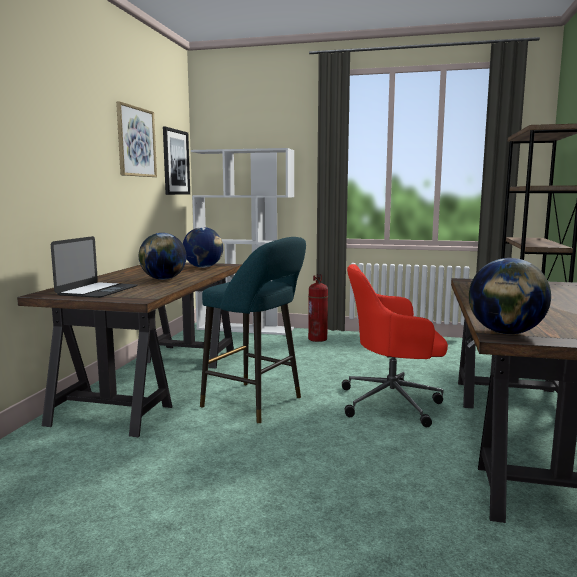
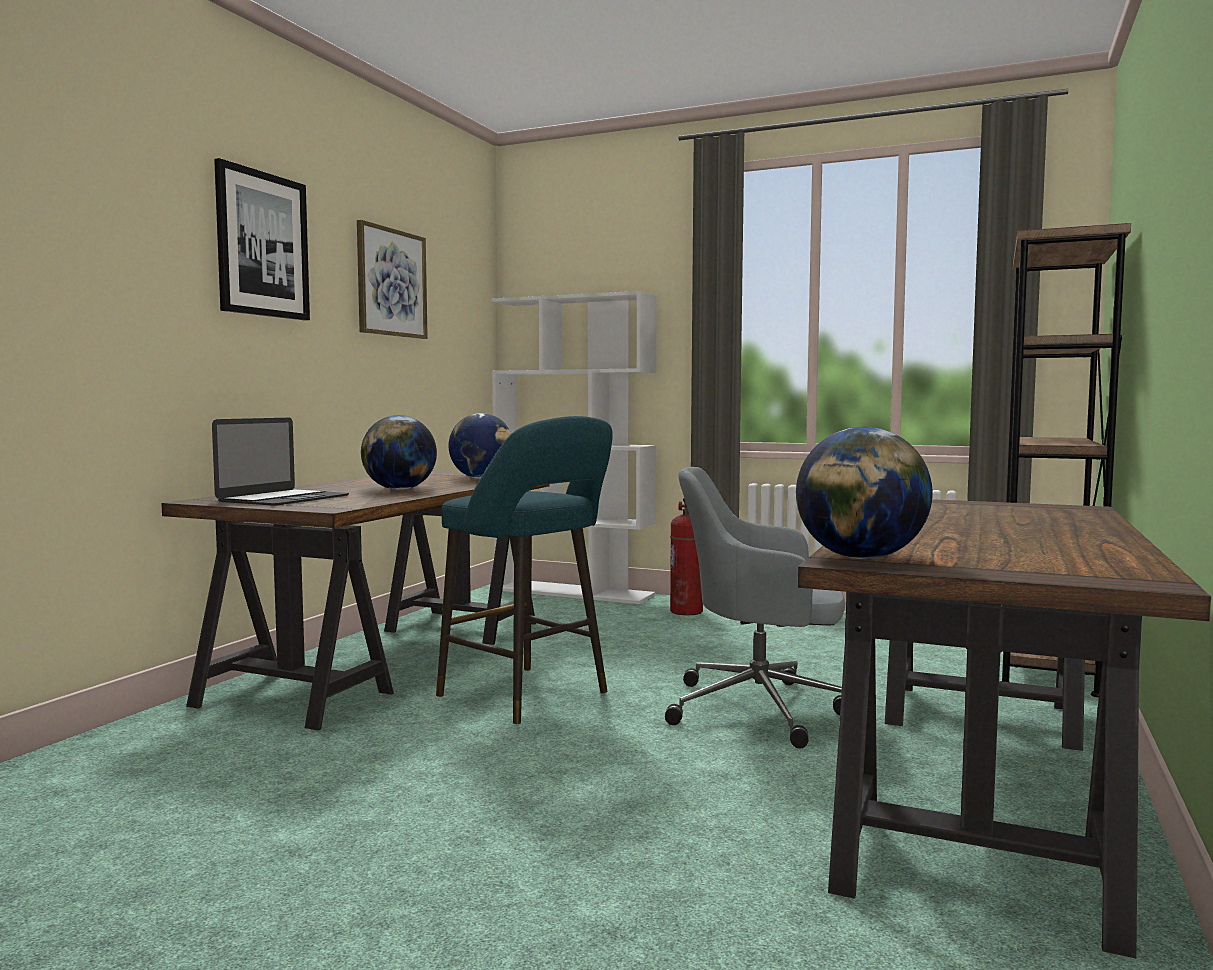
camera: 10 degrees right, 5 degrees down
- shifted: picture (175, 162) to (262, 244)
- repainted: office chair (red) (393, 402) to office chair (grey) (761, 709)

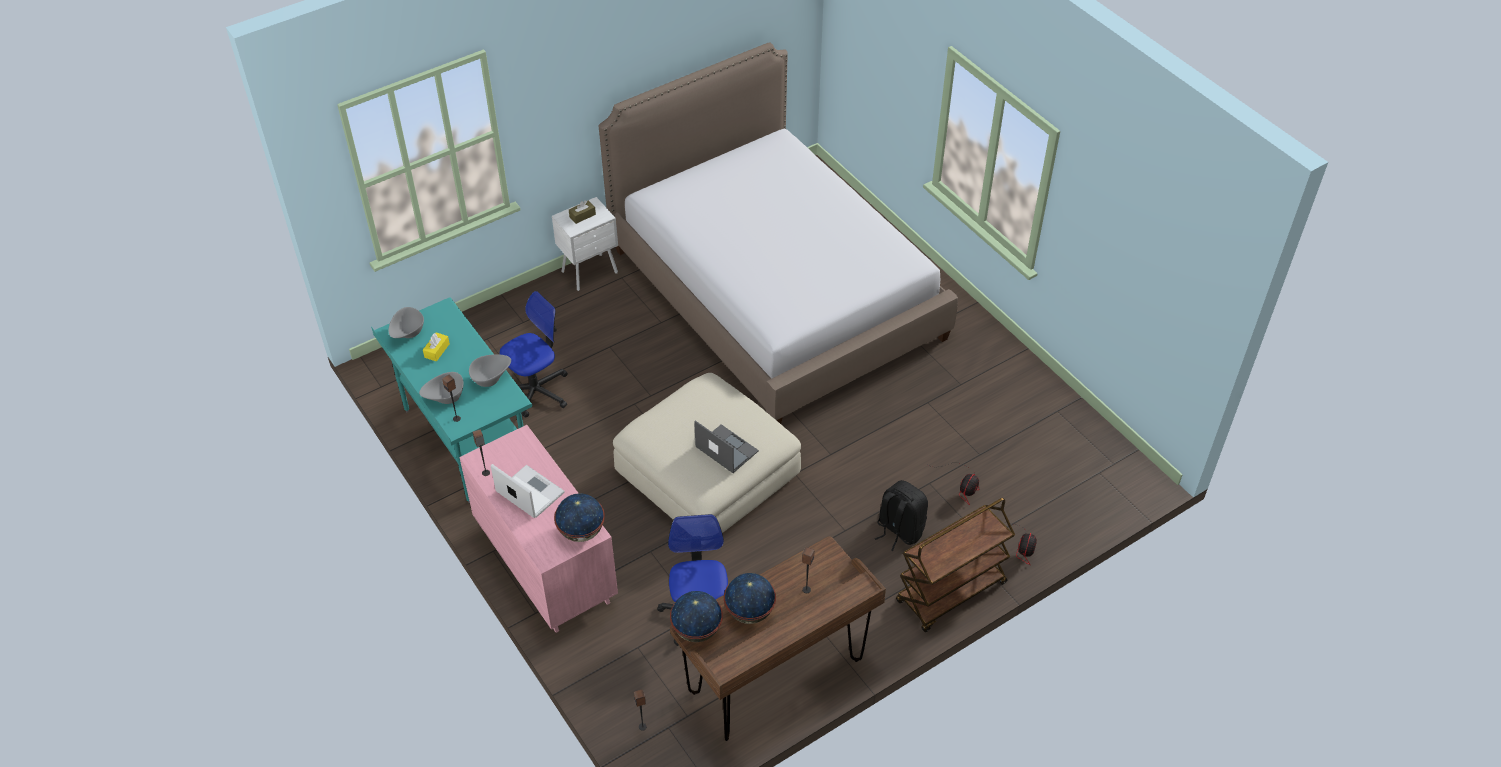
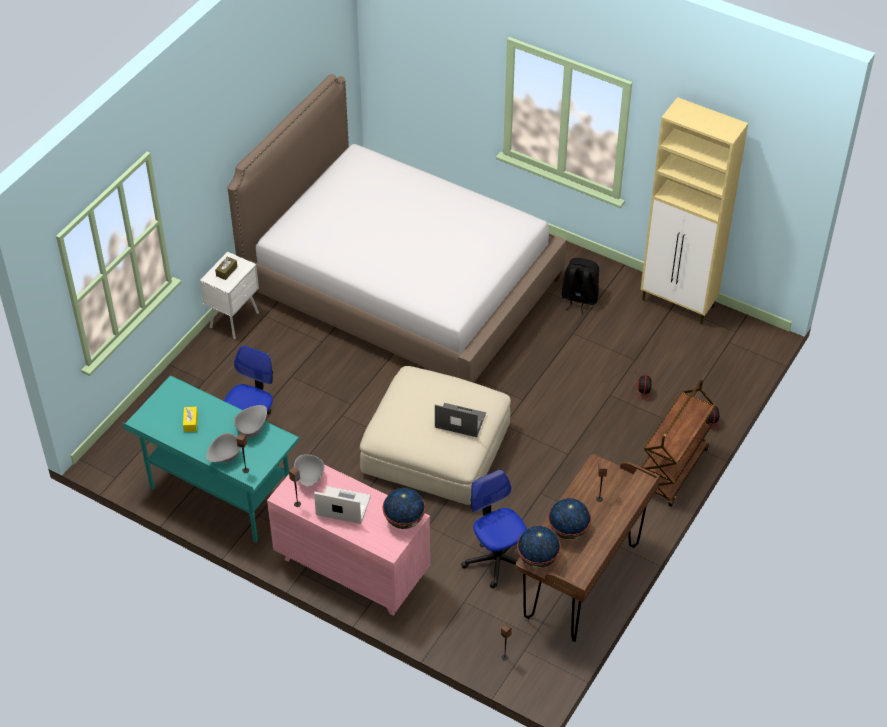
camera: 25 degrees left, 0 degrees up
- shifted: bowl (grey) (408, 334) to (309, 479)
- shifted: backpack (black) (899, 530) to (579, 299)
- new: cabinet (beige) (678, 304)

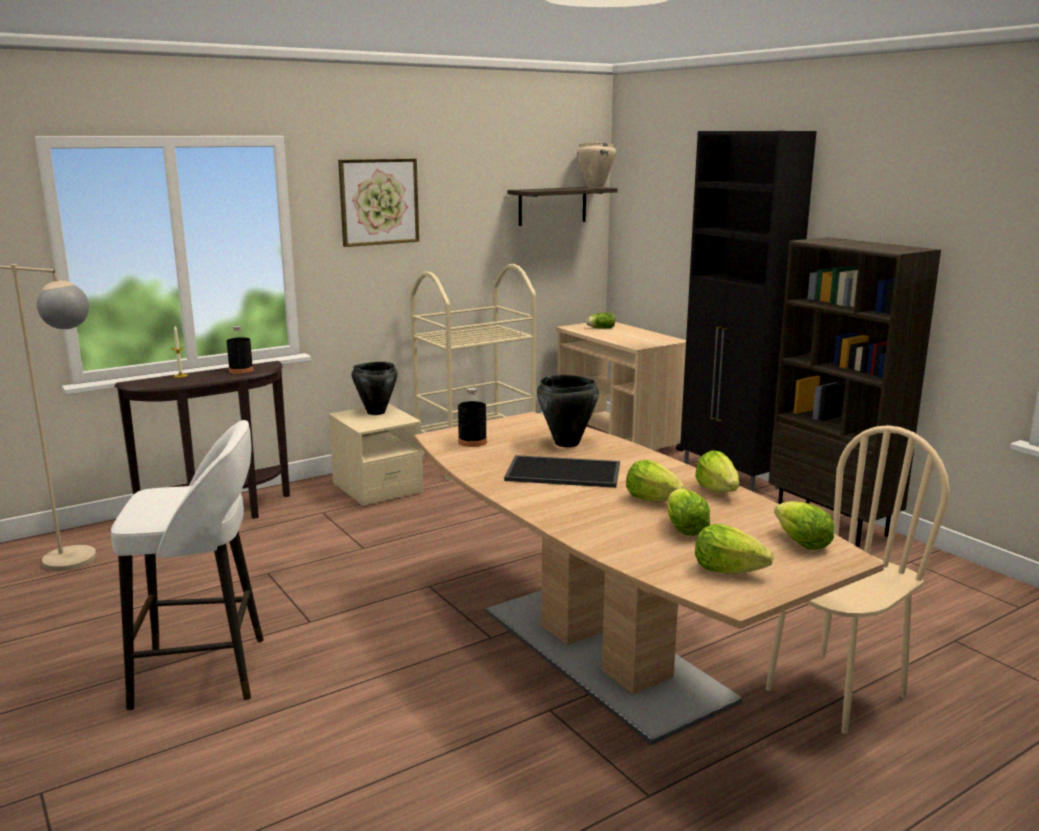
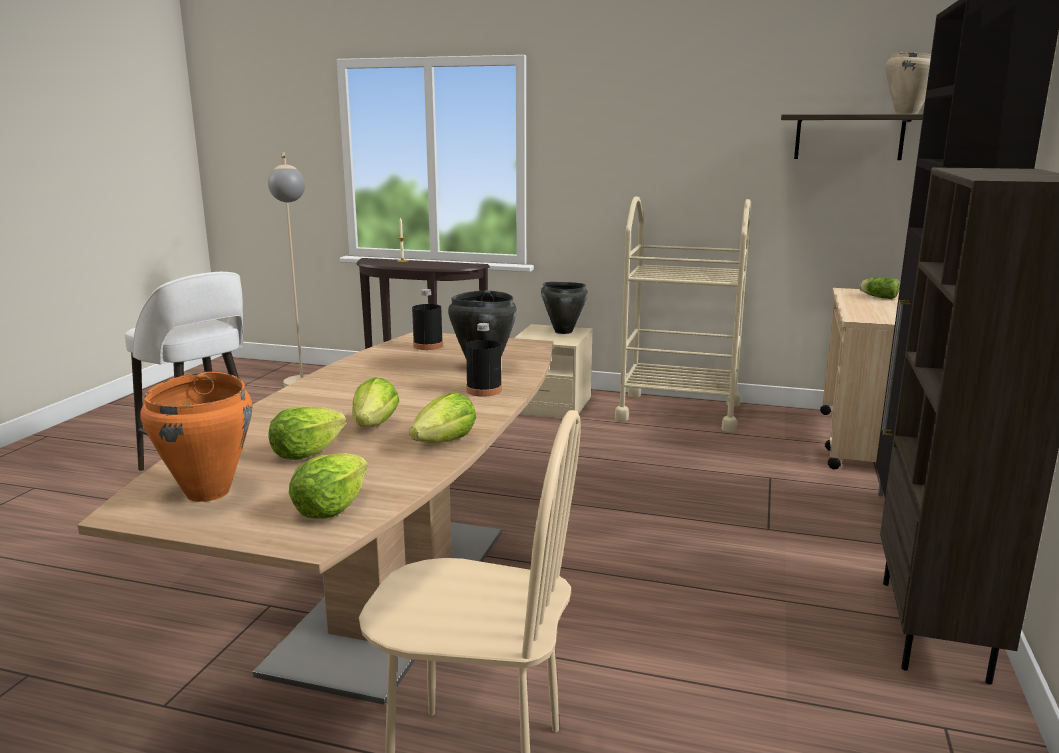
camera: 50 degrees right, 0 degrees up
- swapped: lettuce (727, 570) to cooking pot (orange) (209, 492)
- shifted: bottle (black) (241, 370) to (484, 390)
- gone: picture (379, 202)
- gone: tray (564, 472)

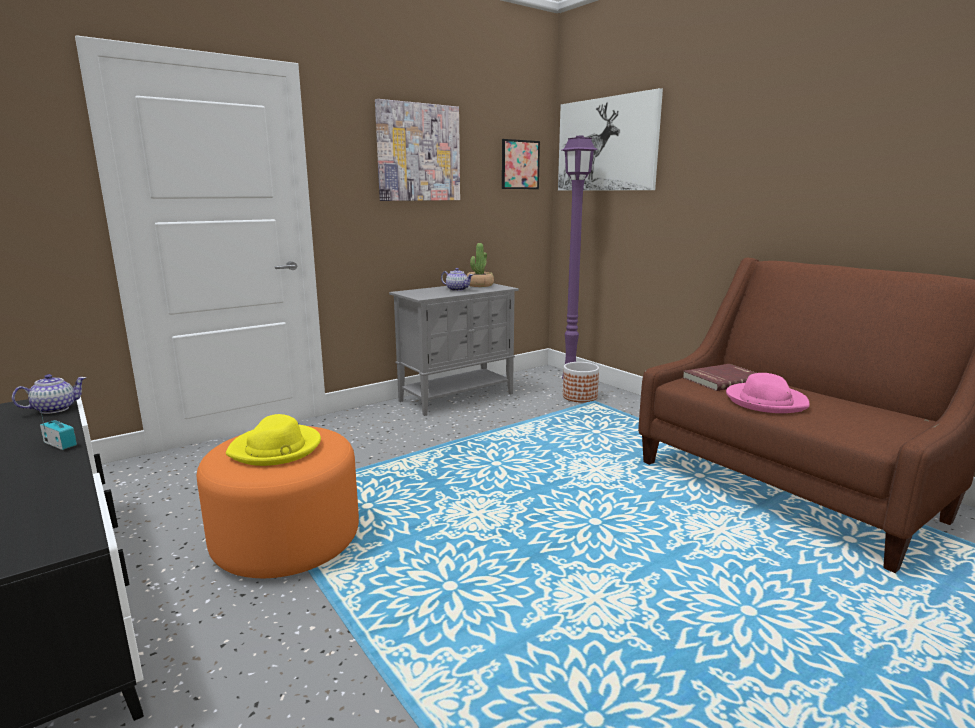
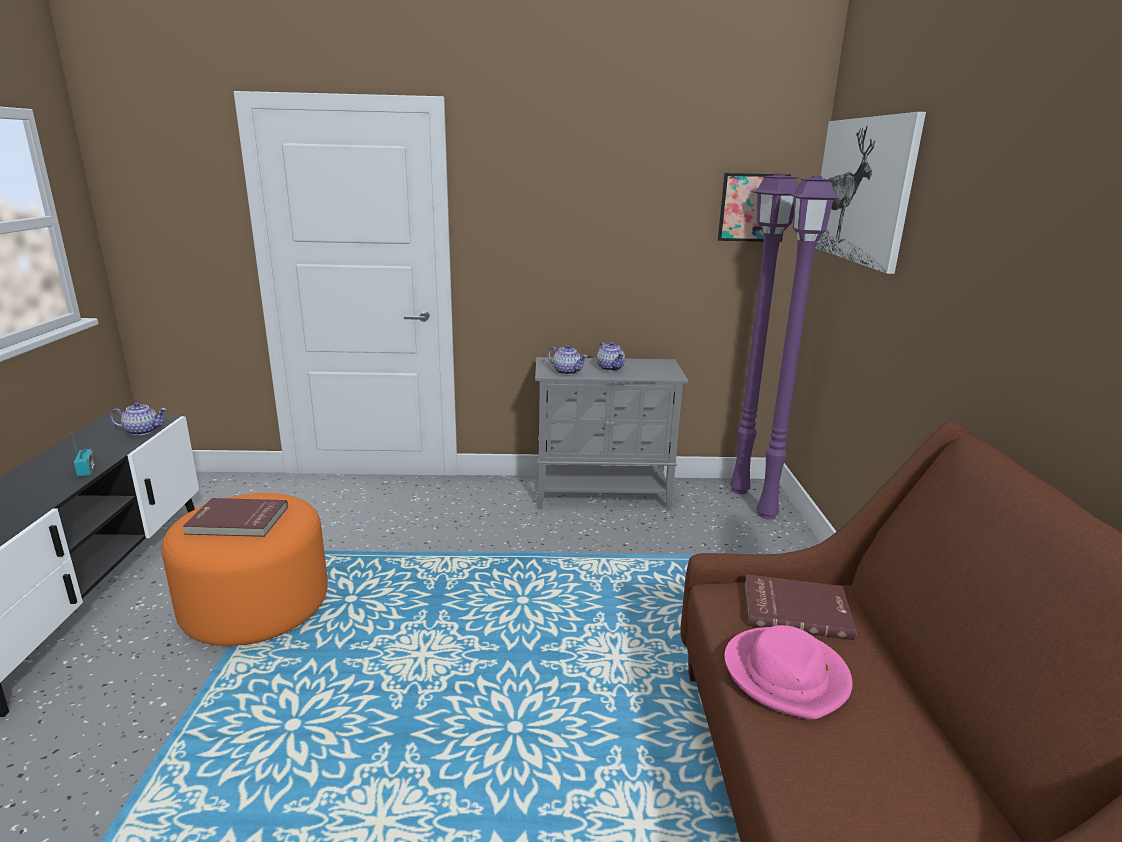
camera: 35 degrees right, 5 degrees up
- swapped: hat (yellow) (276, 449) to book (red) (237, 521)
- new: teapot (567, 372)
- new: floor lamp (purple) (741, 490)
- gone: picture (418, 152)
- gone: potted plant (479, 285)
- gone: planter (580, 397)

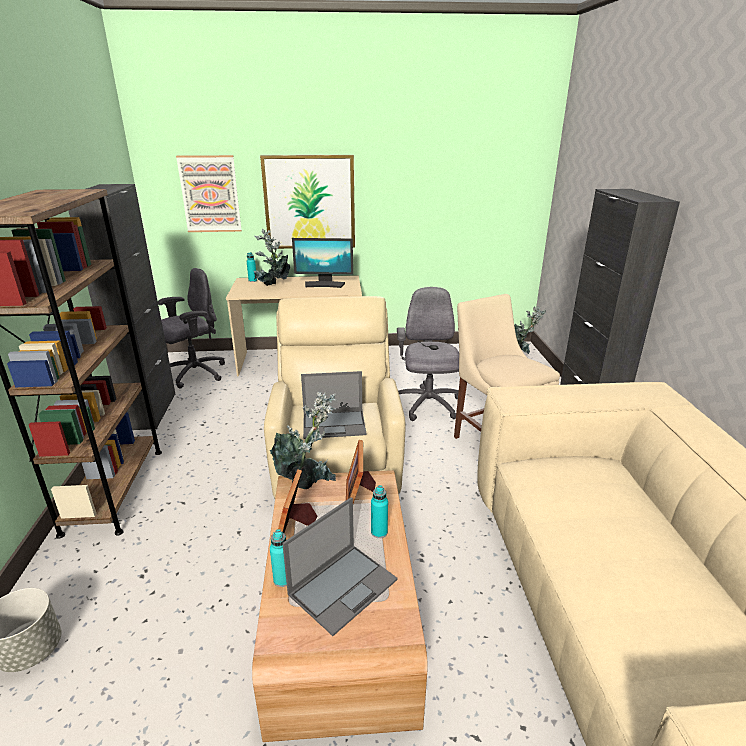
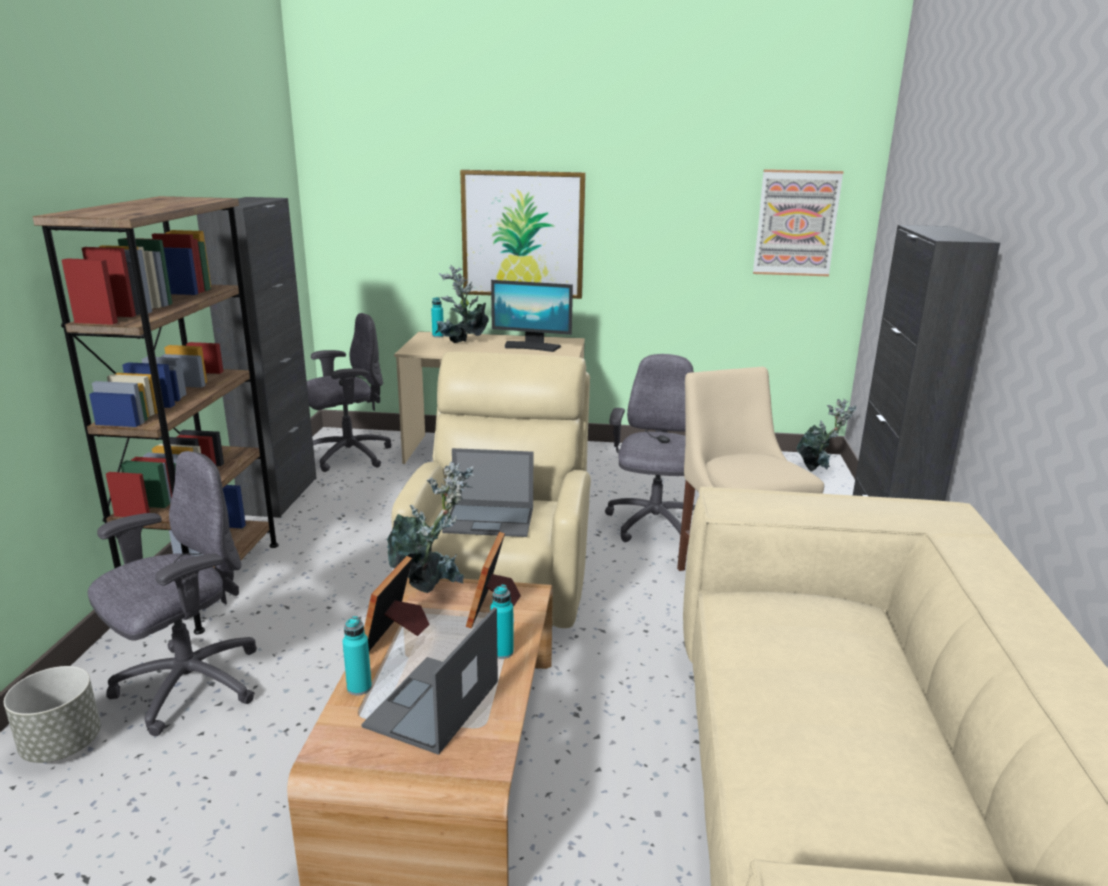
camera: 10 degrees right, 5 degrees down
- new: office chair (grey) (187, 686)
- rotated: laptop (343, 586) = (432, 705) 150 degrees clockwise
- shifted: picture (210, 194) to (796, 223)

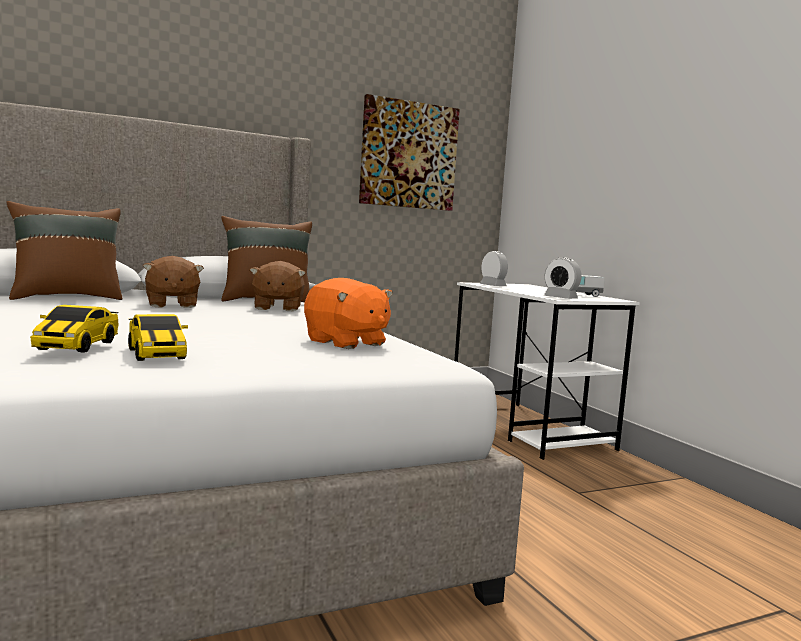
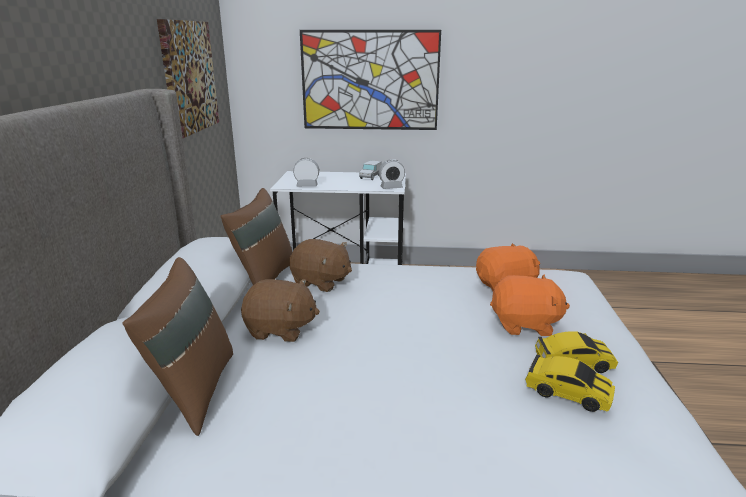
camera: 60 degrees left, 15 degrees up
- new: picture (370, 81)
- new: plush toy (orange) (525, 325)

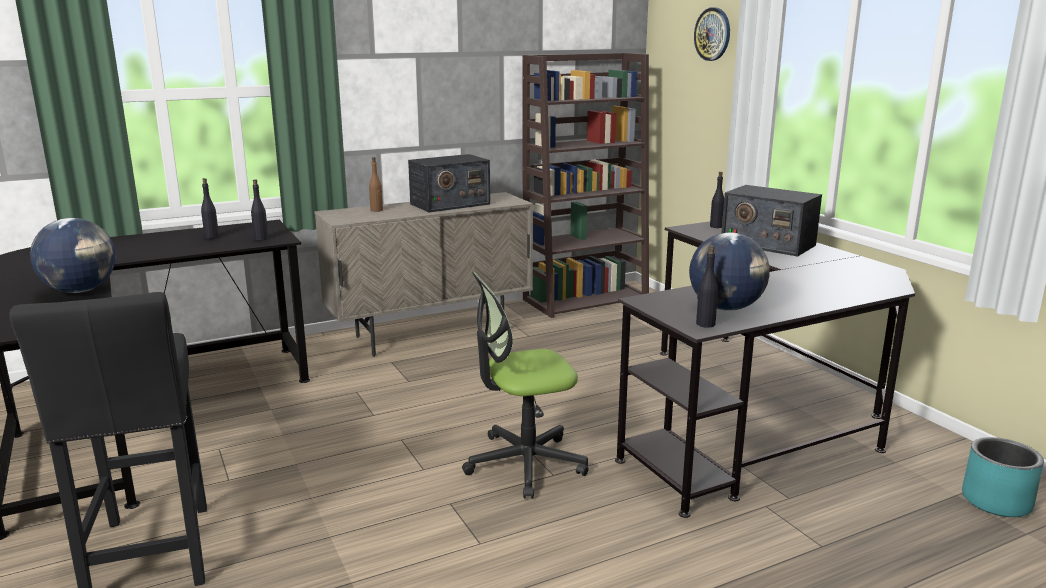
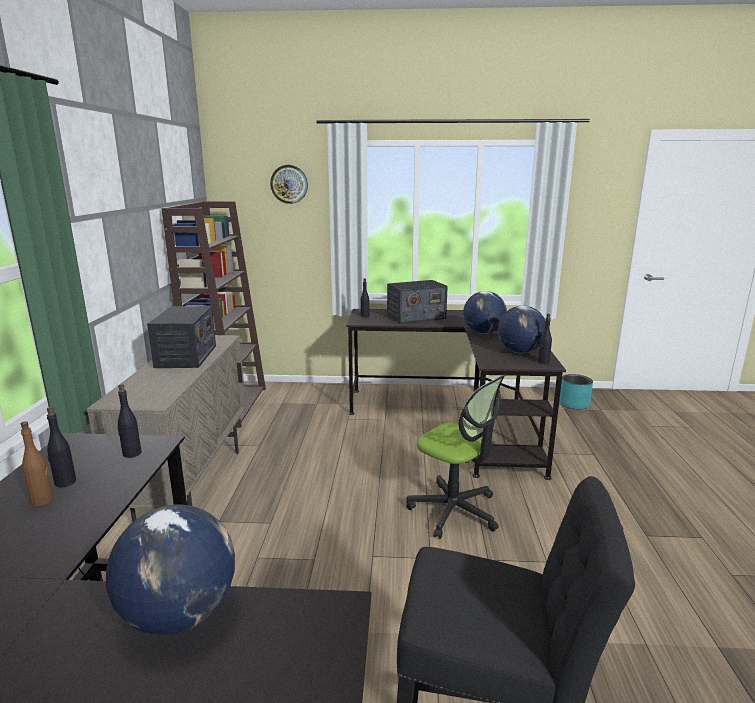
camera: 60 degrees left, 0 degrees up
- shifted: bottle (brown) (376, 210) to (42, 500)
- rotated: office chair (524, 463) = (454, 510) 60 degrees counterclockwise
- new: globe (483, 332)

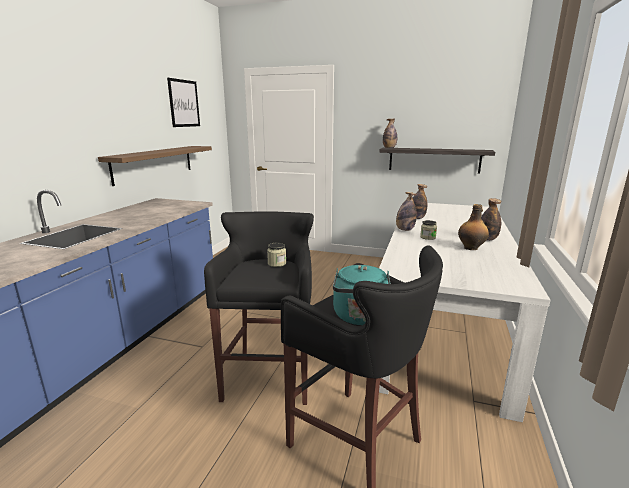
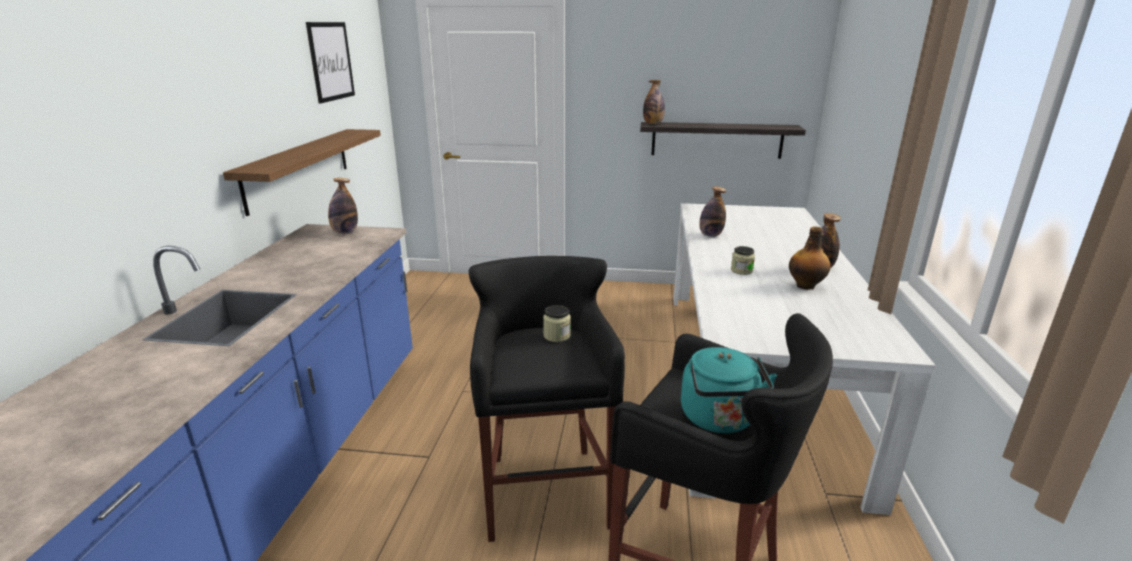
camera: 10 degrees left, 5 degrees up
- shifted: bottle (405, 230) to (345, 232)

